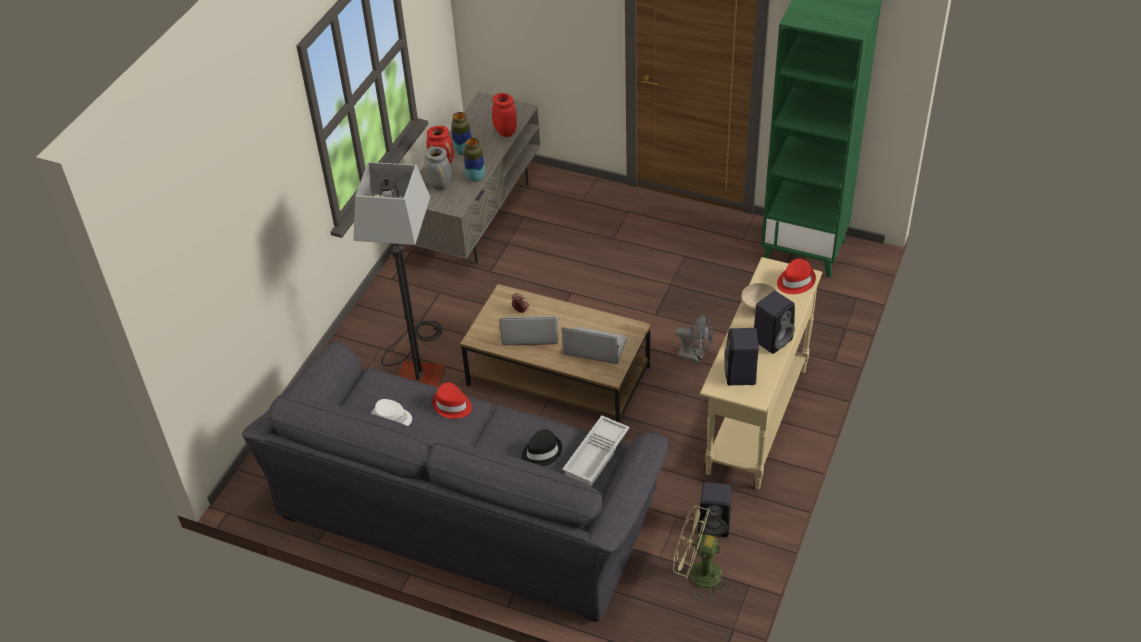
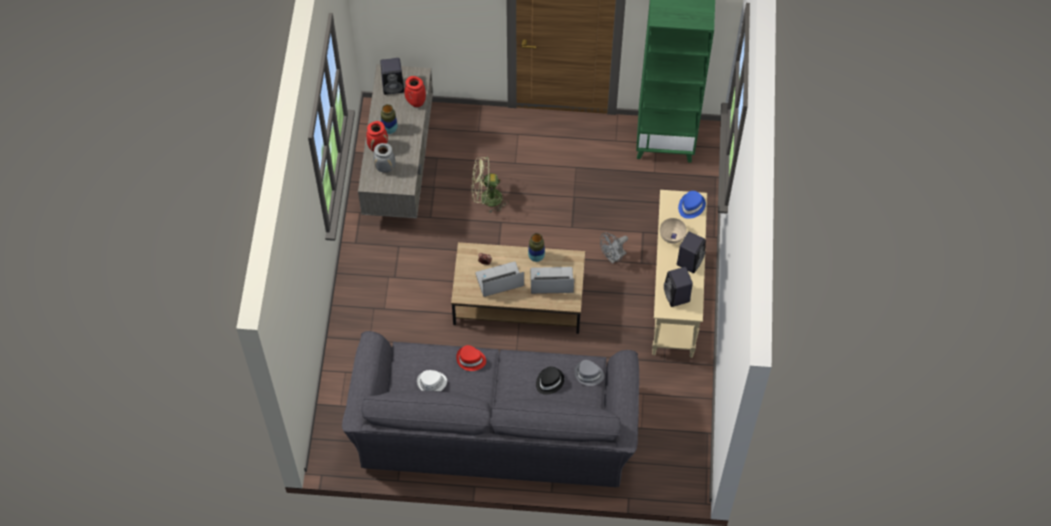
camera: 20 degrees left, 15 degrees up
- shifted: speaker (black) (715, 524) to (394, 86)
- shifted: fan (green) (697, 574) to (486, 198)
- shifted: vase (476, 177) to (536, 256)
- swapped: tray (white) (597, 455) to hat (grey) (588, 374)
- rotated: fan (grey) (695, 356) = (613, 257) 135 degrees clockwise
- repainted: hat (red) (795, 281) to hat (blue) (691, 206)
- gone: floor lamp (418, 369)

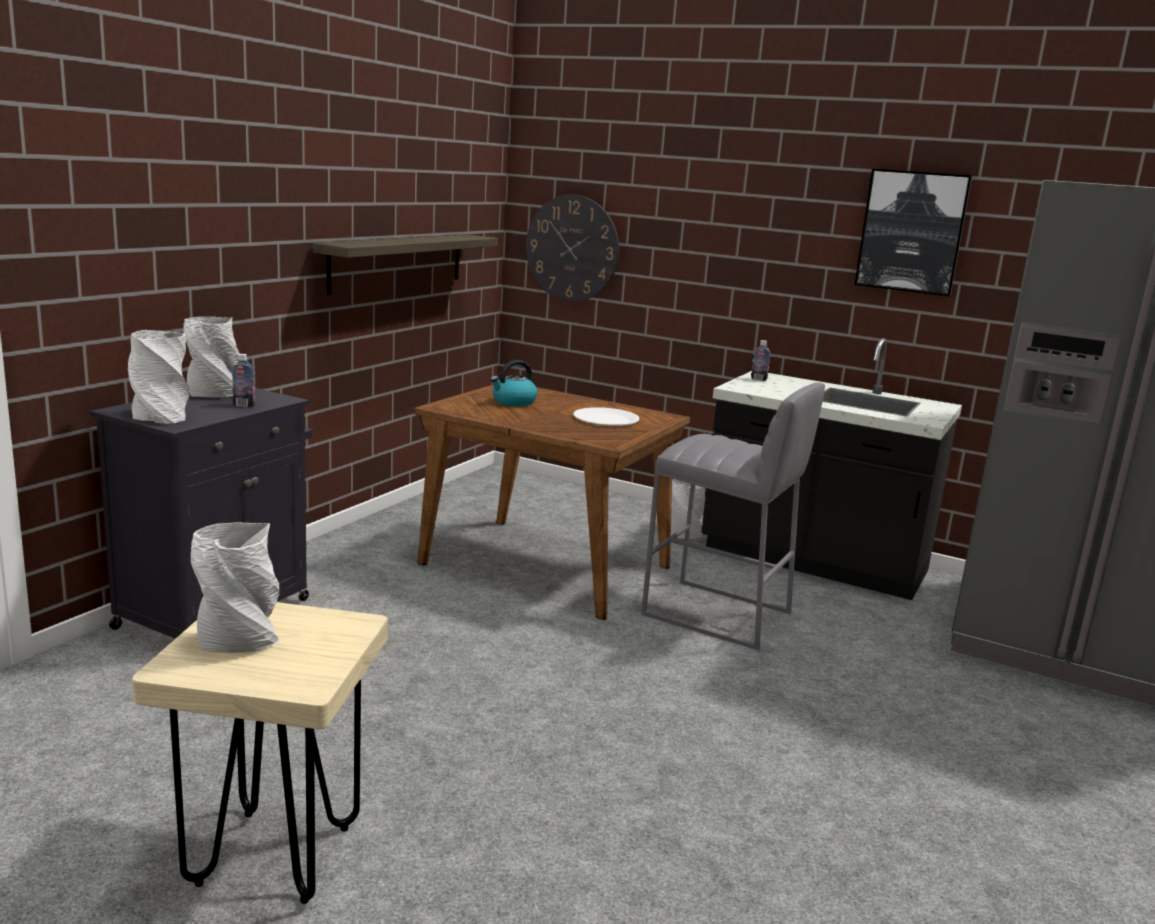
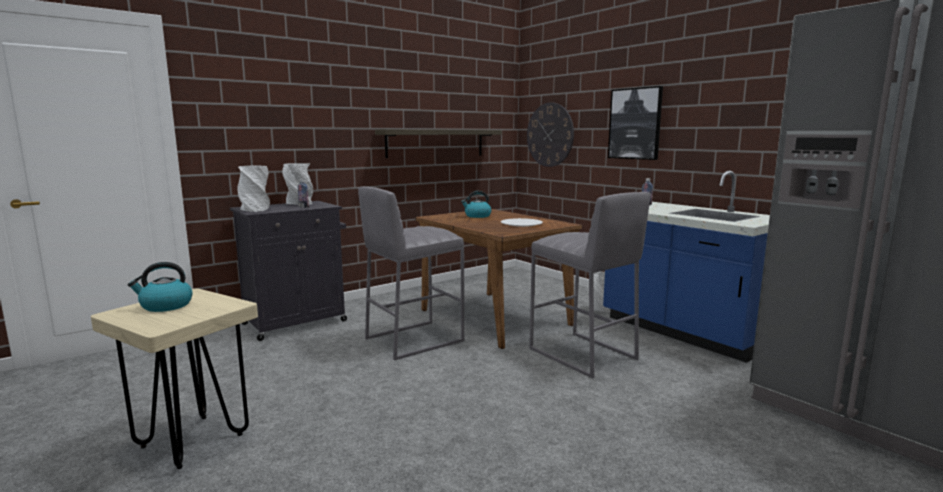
camera: 25 degrees right, 5 degrees down
- swapped: vase (grey) (240, 641) to kettle (165, 306)
- new: stool (grey) (413, 339)
- repainted: counter (black) (813, 562) to counter (blue) (683, 332)
- shifted: picture (912, 232) to (635, 124)

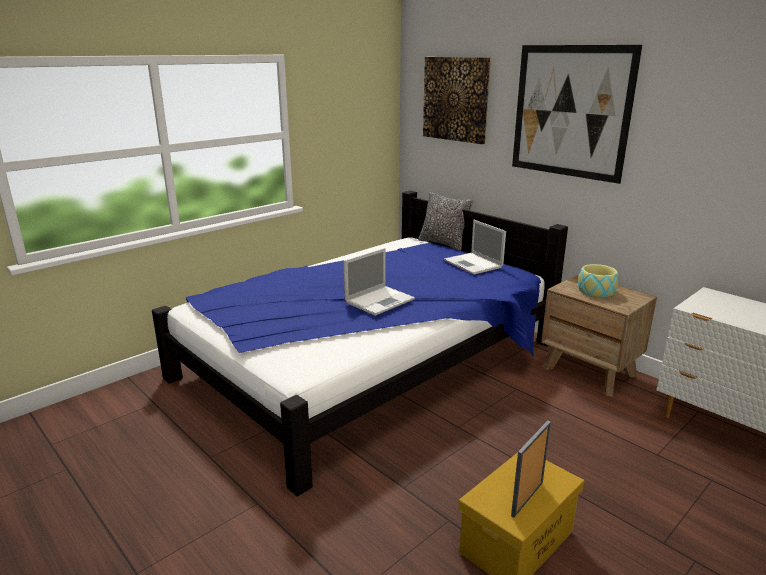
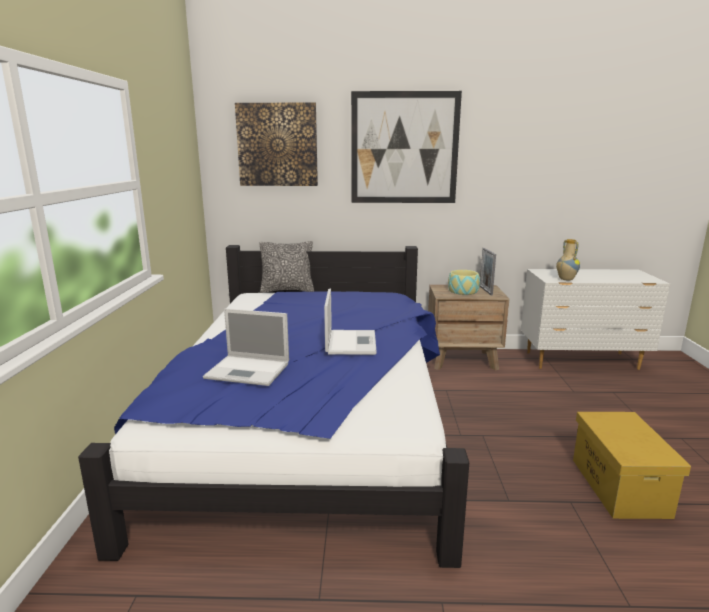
camera: 45 degrees left, 5 degrees down
- shifted: laptop (474, 264) to (249, 370)
- shifted: picture frame (527, 498) to (485, 290)
- new: vase (565, 279)

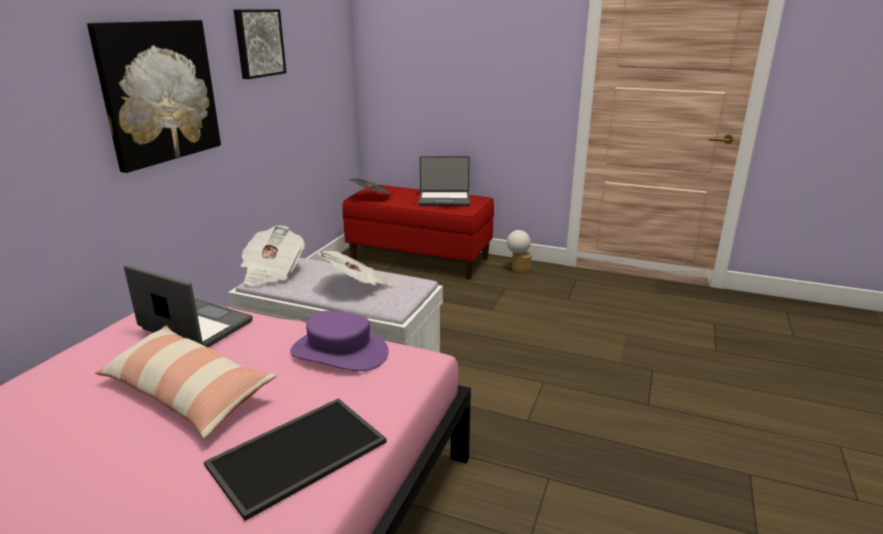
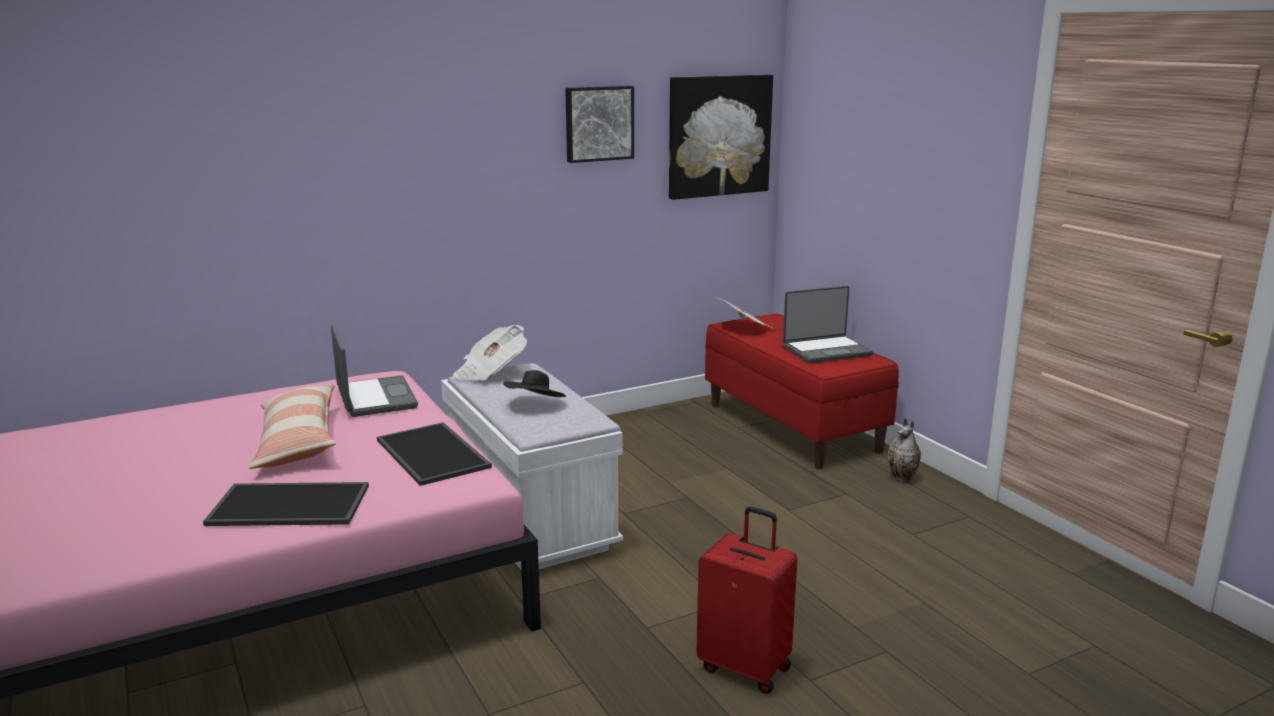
camera: 40 degrees right, 5 degrees down
- swapped: hat (purple) (340, 352) to tray (435, 453)
- swapped: newspaper (357, 285) to hat (black) (535, 405)
- shifted: picture (159, 92) to (718, 136)
- new: suitcase (red) (746, 667)
- rotated: laptop (444, 200) = (826, 350) 60 degrees counterclockwise
- swapped: table lamp (518, 269) to vase (903, 478)

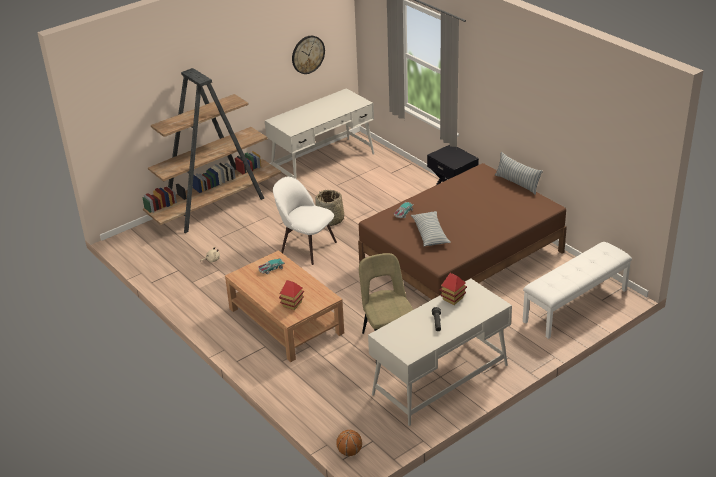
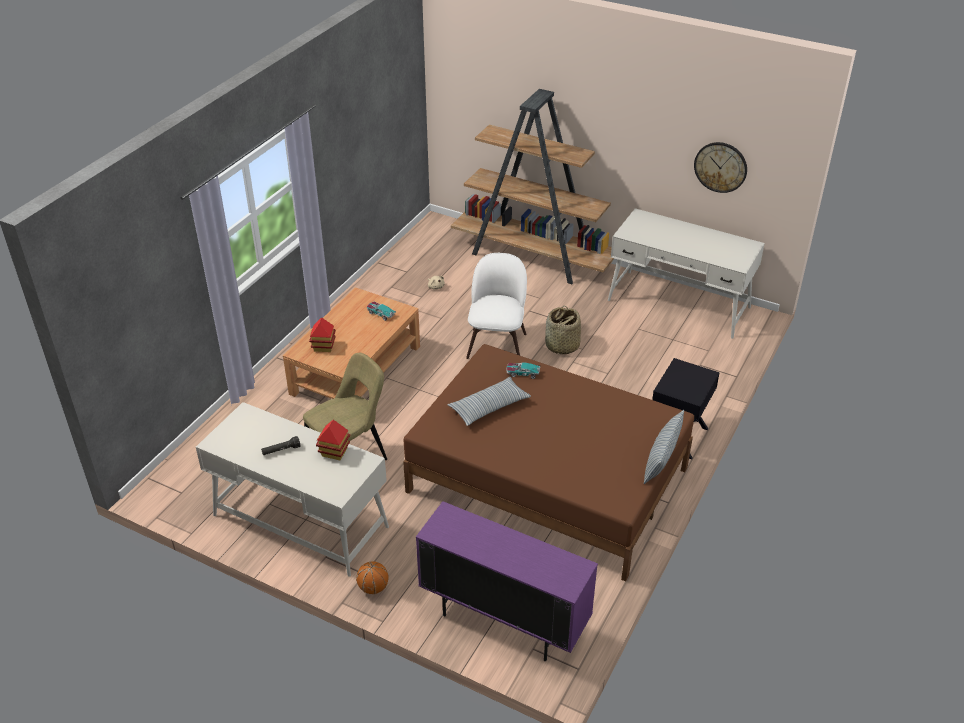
camera: 65 degrees right, 5 degrees up
- shifted: basketball (349, 452) to (373, 587)
- swapped: bench (white) (575, 306) to cabinet (purple) (503, 621)

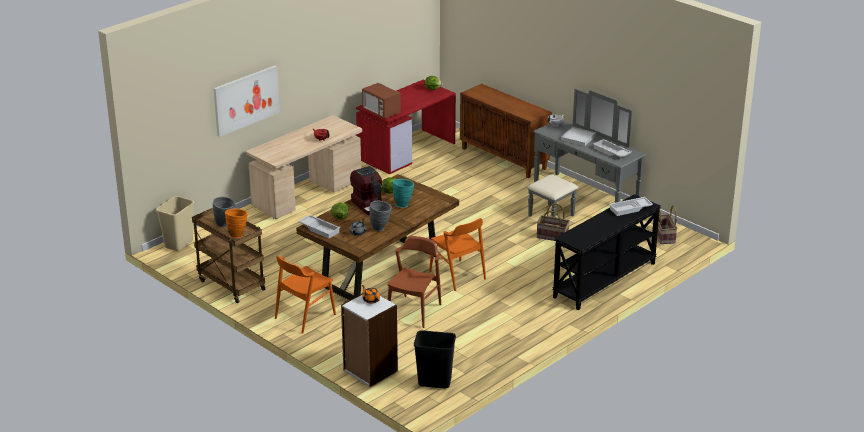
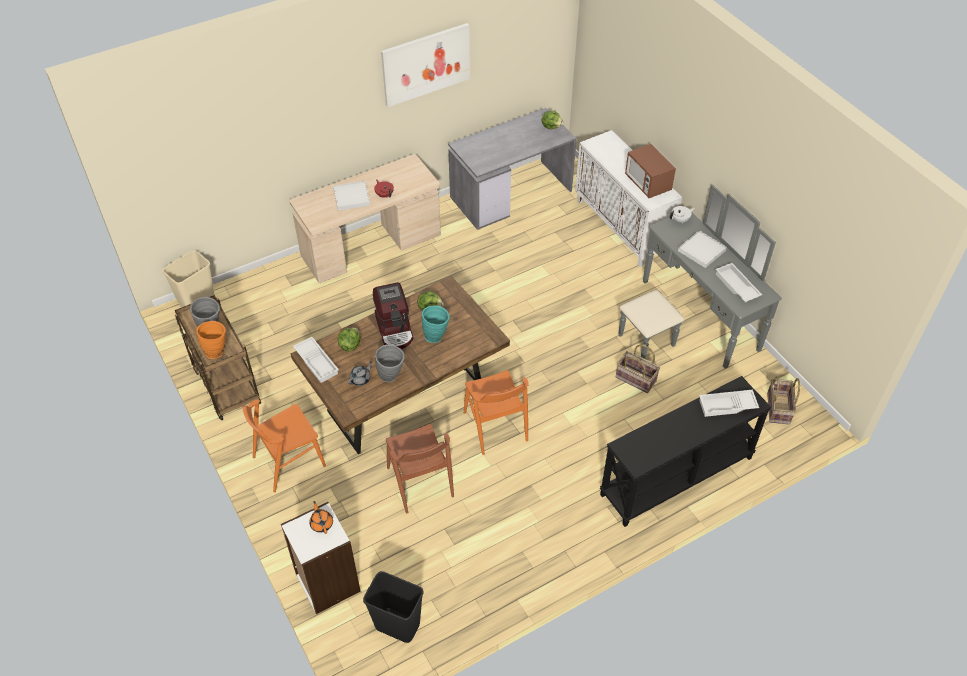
camera: 15 degrees right, 20 degrees up
- new: tray (white) (351, 197)
- shifted: picture (246, 100) to (426, 64)
- rotated: chair (brown) (414, 311) = (420, 482) 120 degrees clockwise
- repainted: desk (red) (406, 151) to desk (grey) (511, 193)
- repainted: cabinet (brown) (504, 158) to cabinet (white) (622, 227)
- shifted: microwave (381, 112) to (647, 183)

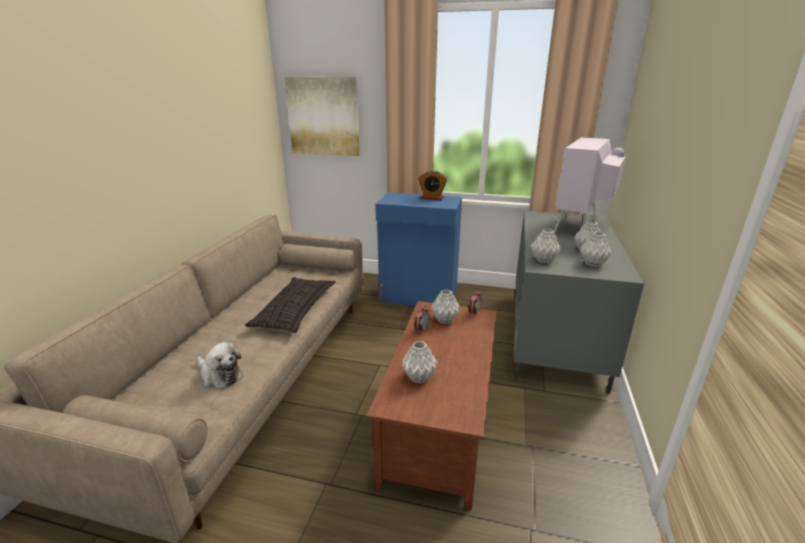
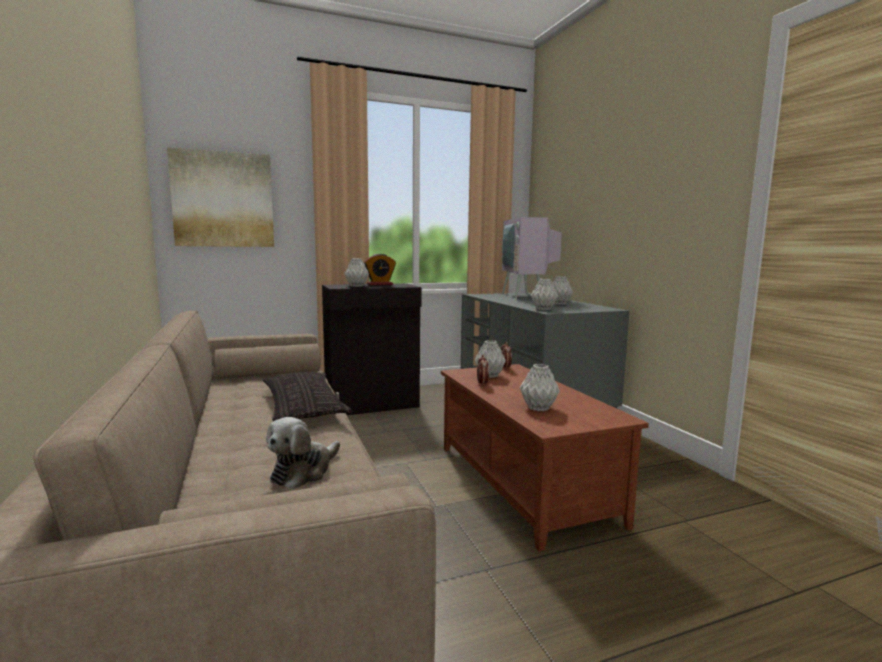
camera: 35 degrees left, 15 degrees down
- rotated: plush toy (220, 375) = (304, 471) 120 degrees clockwise
- repainted: cabinet (blue) (418, 297) to cabinet (black) (373, 405)
- shifted: vase (grey) (593, 264) to (357, 286)

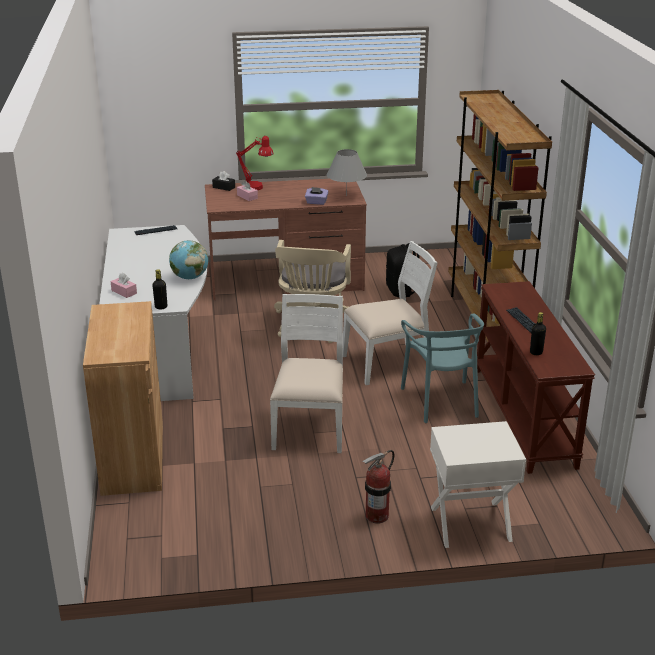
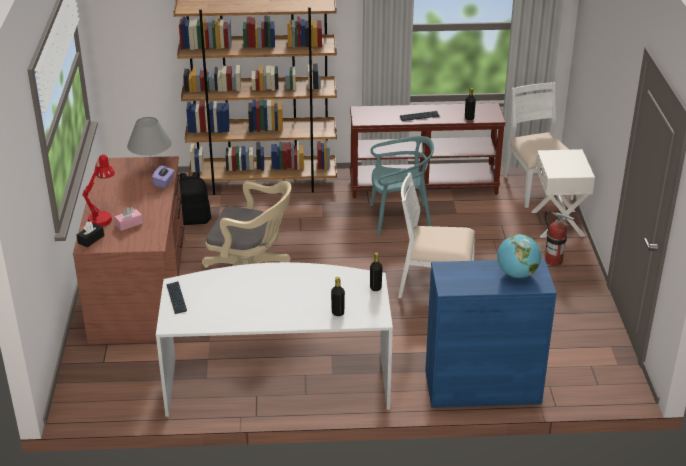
camera: 85 degrees left, 5 degrees up
- swapped: tissue box (pink) (124, 292) to bottle (black) (337, 313)
- repainted: cabinet (brown) (133, 457) to cabinet (blue) (482, 387)
- shifted: globe (189, 277) to (517, 274)
- shifted: chair (white) (387, 363) to (536, 187)

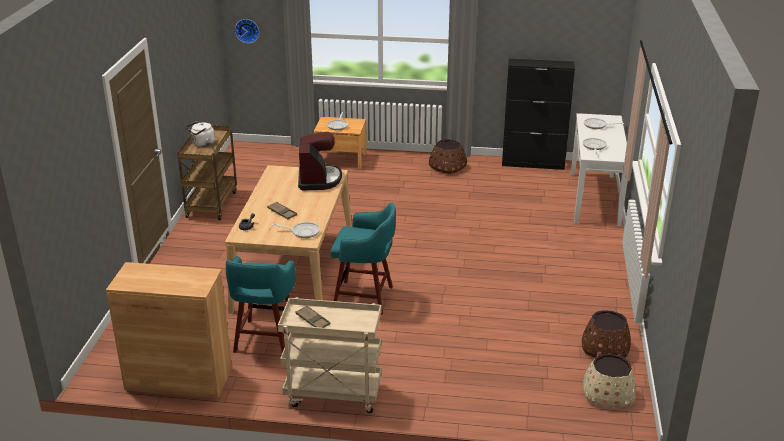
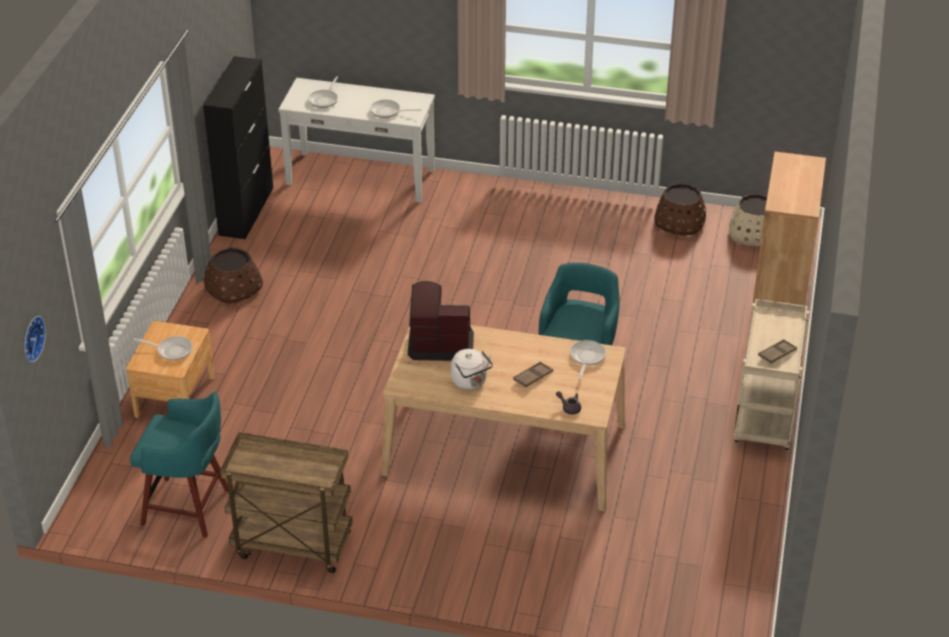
camera: 85 degrees left, 10 degrees up
- shifted: stool (turquoise) (265, 340) to (188, 508)
- shifted: kettle (white) (202, 144) to (470, 382)
- shifted: cabinet (brown) (179, 378) to (781, 285)

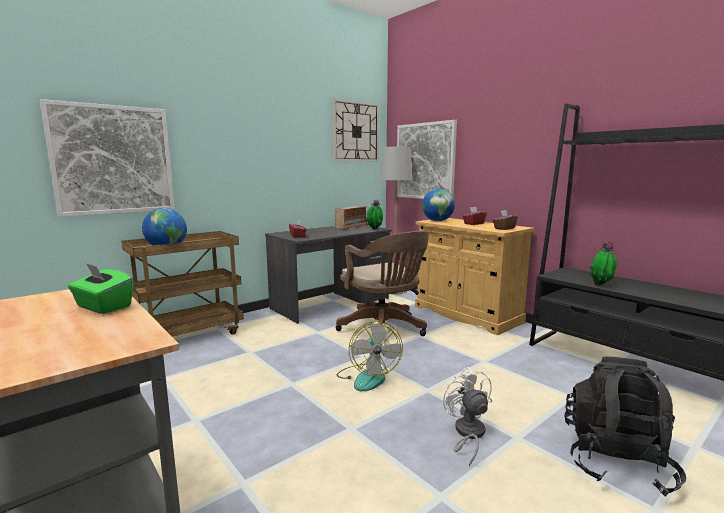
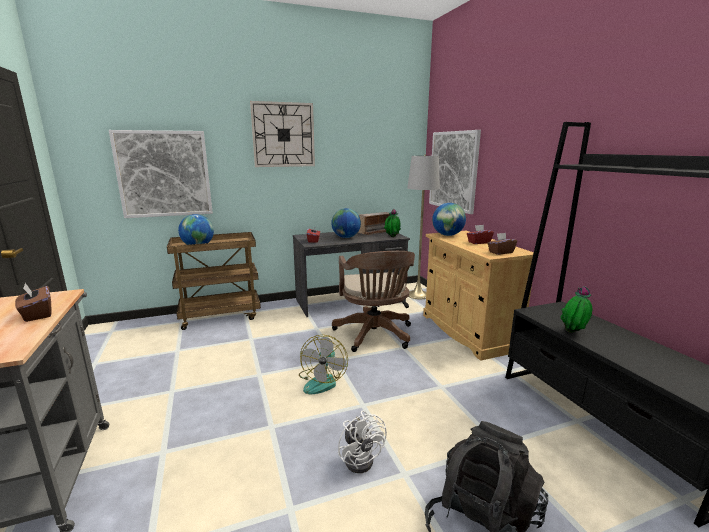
camera: 20 degrees right, 5 degrees up
- repainted: tissue box (green) (103, 307) to tissue box (brown) (37, 314)
- shifted: wall clock (356, 132) to (283, 135)
- new: globe (346, 237)
- rotated: fan (white) (467, 434) = (361, 458) 150 degrees clockwise

